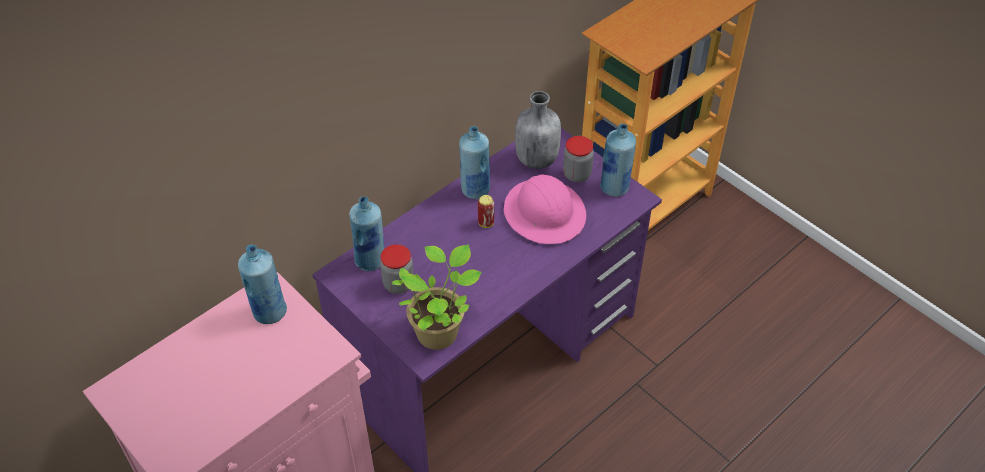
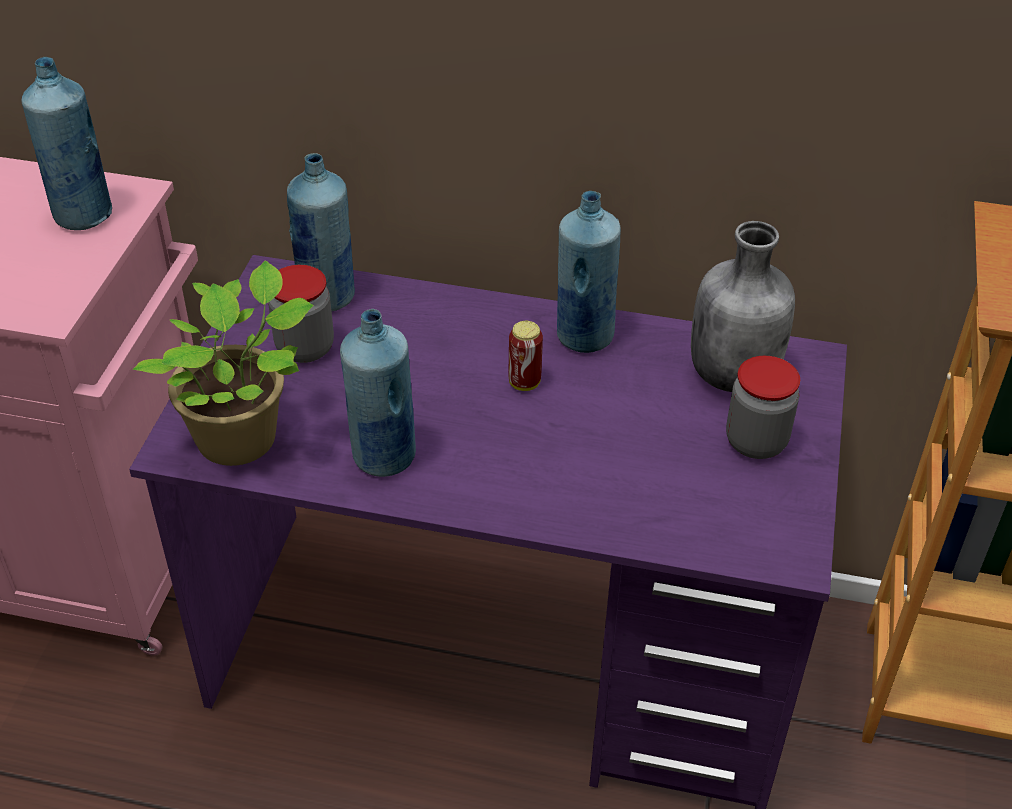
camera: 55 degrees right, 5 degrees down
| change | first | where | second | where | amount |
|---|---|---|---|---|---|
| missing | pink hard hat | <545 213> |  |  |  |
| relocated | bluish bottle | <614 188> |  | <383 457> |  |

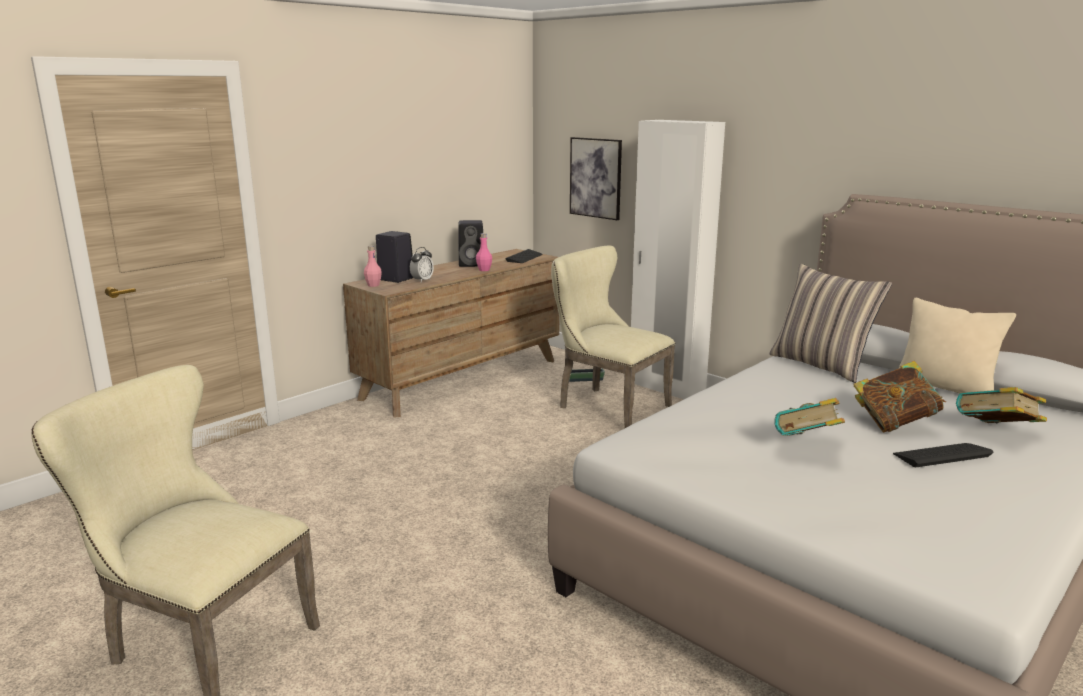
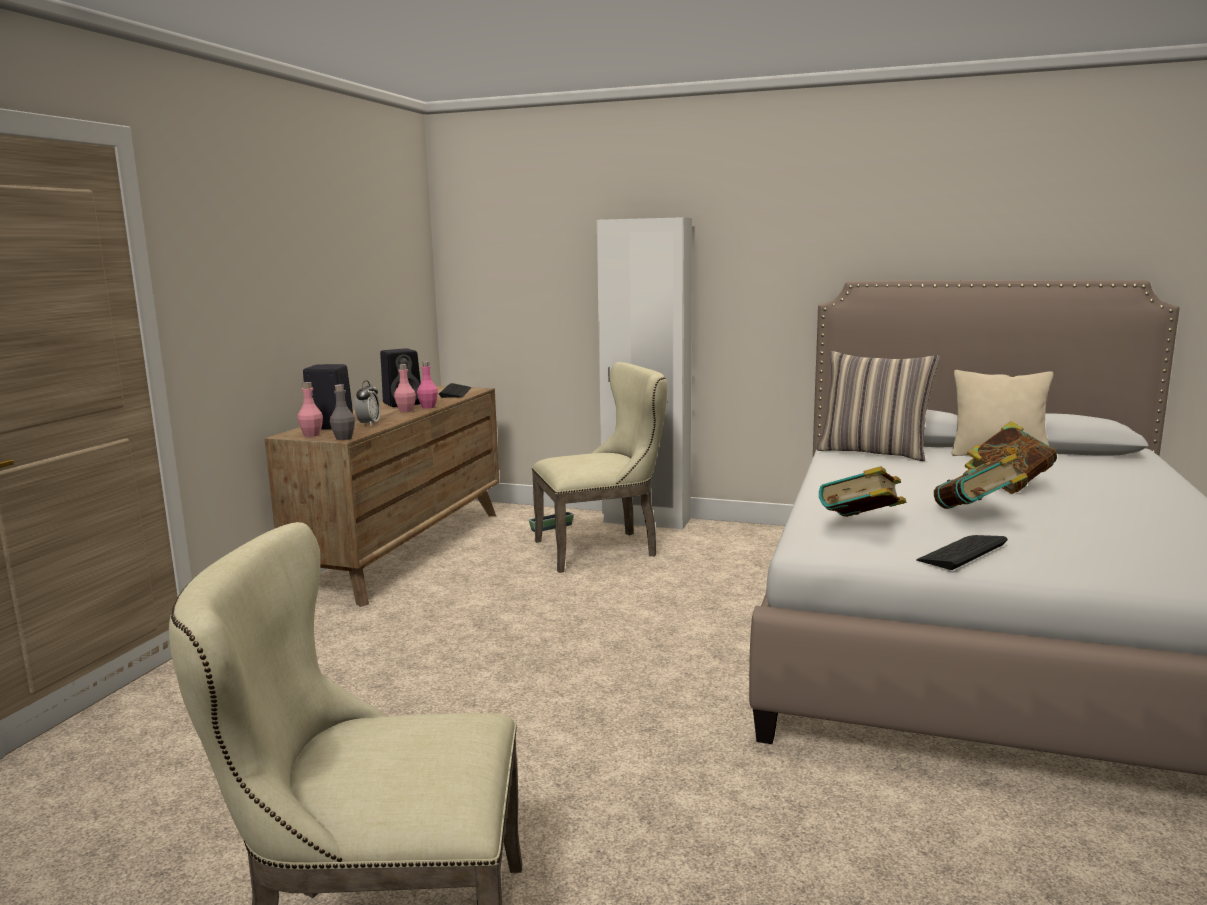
camera: 25 degrees left, 5 degrees down
| change | first | where | second | where | amount |
|---|---|---|---|---|---|
| missing | wall picture | <595 178> |  |  |  |
| appeared |  |  | greyish bottle | <344 438> |  |
| appeared |  |  | pink bottle | <406 411> |  |
| relocated | computer keyboard | <941 455> |  | <962 552> |  |
| relocated | bound book | <995 433> |  | <861 526> |  |
| spun | beige-coloured chair | <606 406> |  | <603 548> | 150 degrees clockwise |

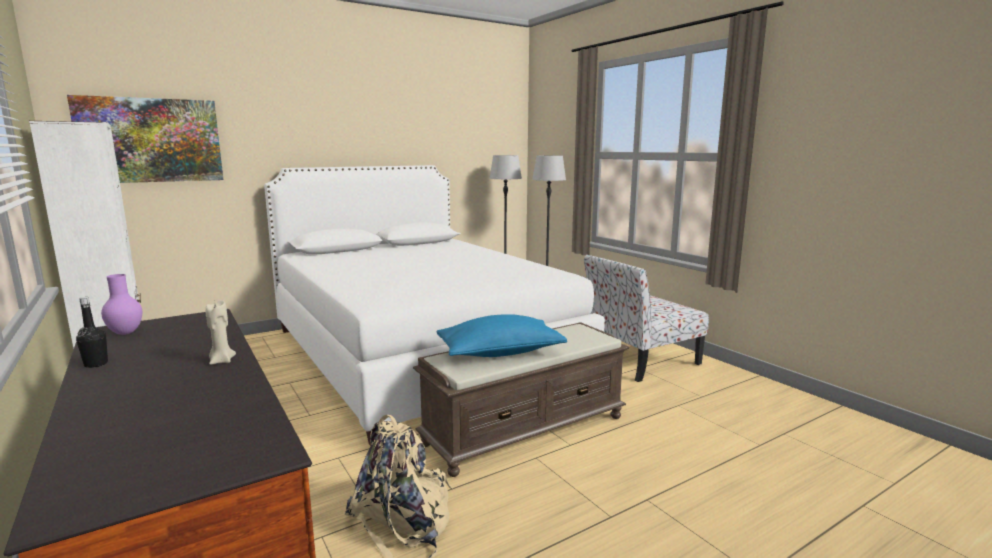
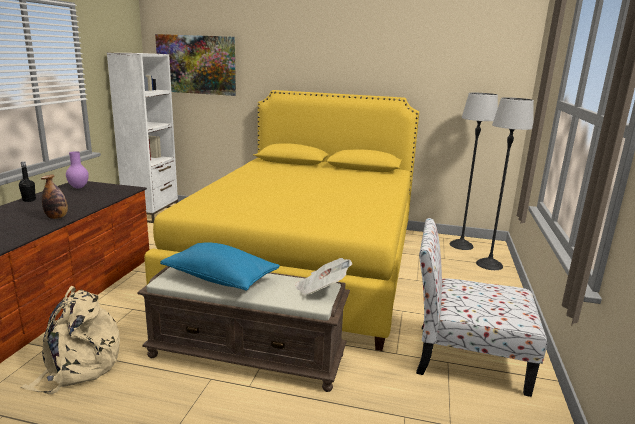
camera: 45 degrees right, 5 degrees up
| change | first | where | second | where | amount |
|---|---|---|---|---|---|
| appeared |  |  | newspaper | <321 289> |  |
| exchanged | beige-coloured wax candle | <221 361> | bottle | <57 217> |  |
| colour | white bed | <420 353> | yellow-coloured bed | <305 263> |  |

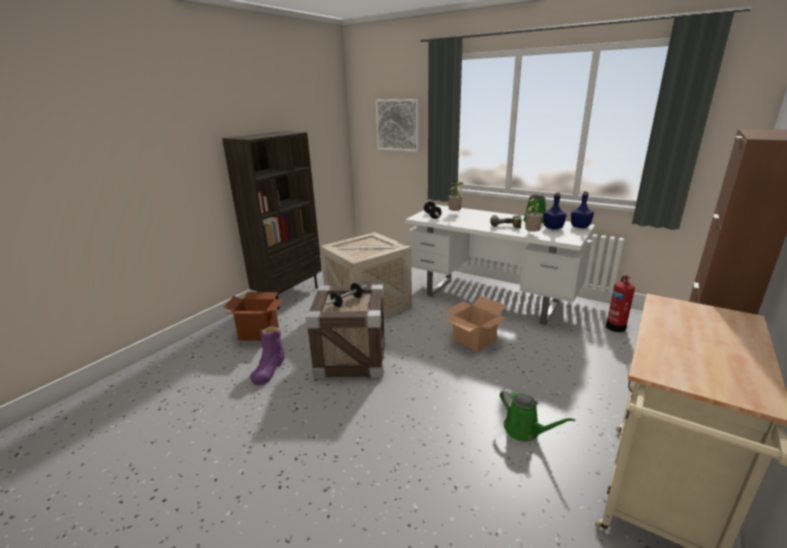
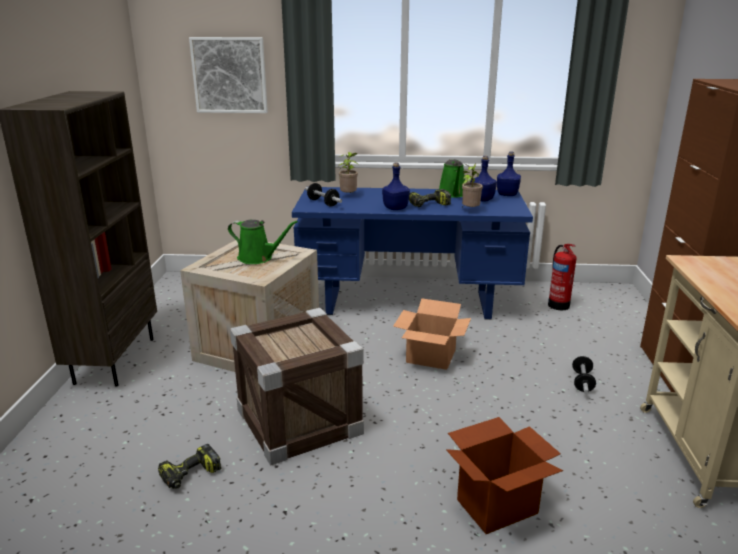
camera: 30 degrees left, 0 degrees up
| change | first | where | second | where | amount |
|---|---|---|---|---|---|
| appeared |  |  | bluish bottle | <395 208> |  |
| relocated | cardboard box | <259 333> |  | <497 506> |  |
| relocated | dumbbell | <347 301> |  | <582 382> |  |
| relocated | green-coloured watering pot | <524 430> |  | <258 258> |  |
| exchanged | purple high-top boot | <269 369> | electric drill | <190 475> |  |
| colour | white desk | <491 299> | bluish desk | <408 303> |  |

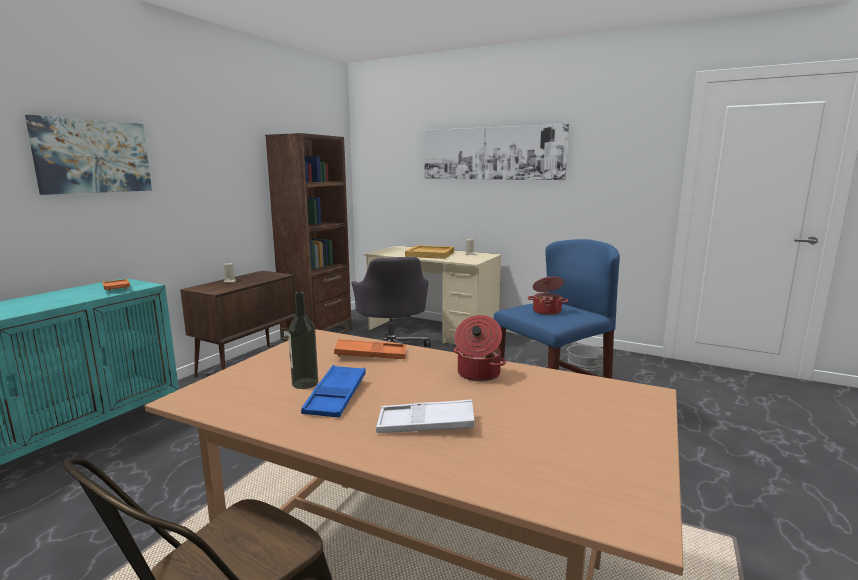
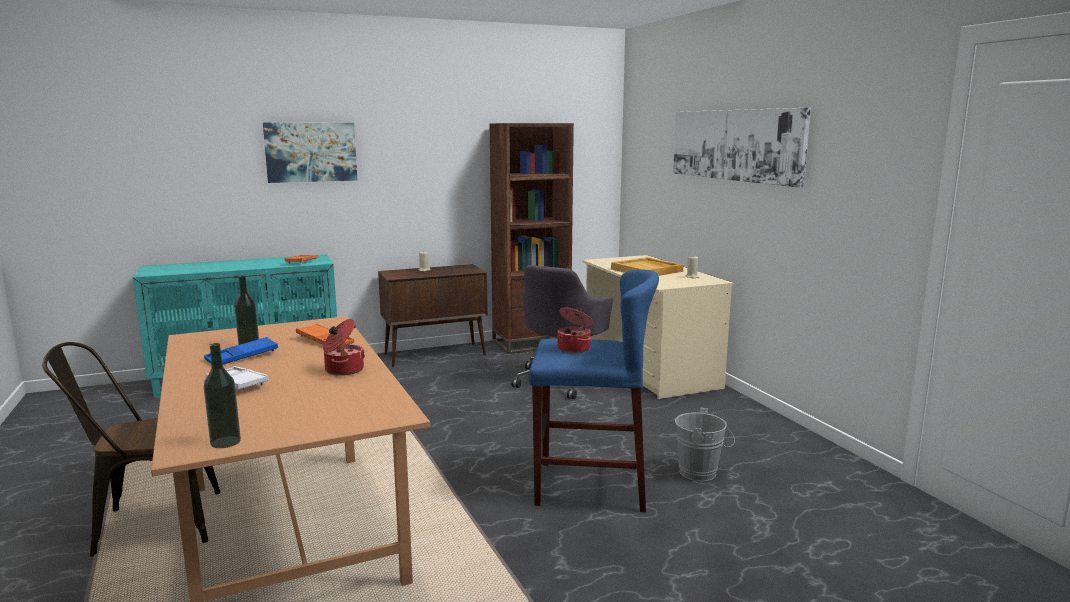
camera: 40 degrees right, 0 degrees up
| change | first | where | second | where | amount |
|---|---|---|---|---|---|
| appeared |  |  | bottle | <225 442> |  |

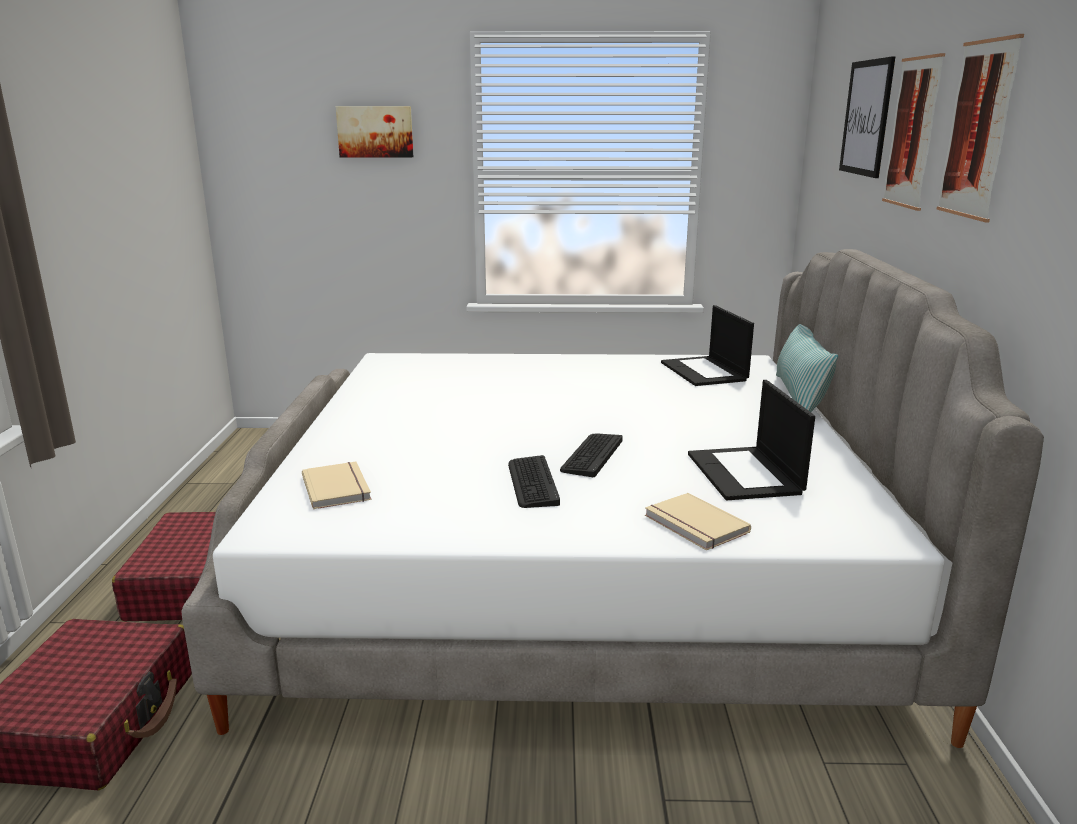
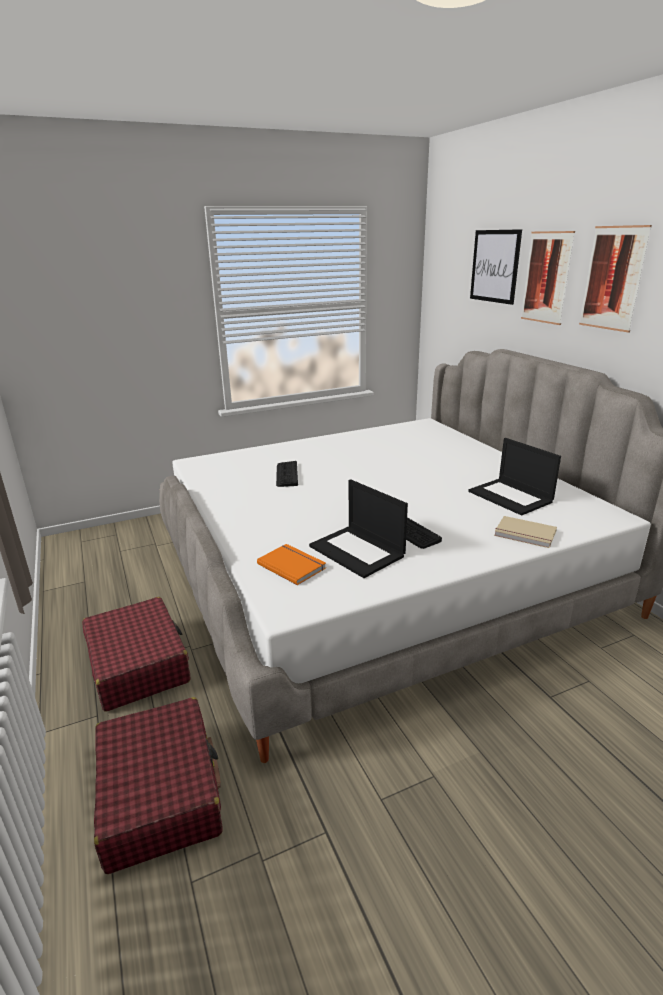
camera: 25 degrees left, 5 degrees up
| change | first | where | second | where | amount |
|---|---|---|---|---|---|
| missing | wall picture | <375 131> |  |  |  |
| missing | pillow | <799 397> |  |  |  |
| relocated | computer keyboard | <592 455> |  | <287 474> |  |
| relocated | portable computer | <705 372> |  | <358 551> |  |
| colour | beige-coloured bound book | <338 487> | orange bound book | <292 565> |  |

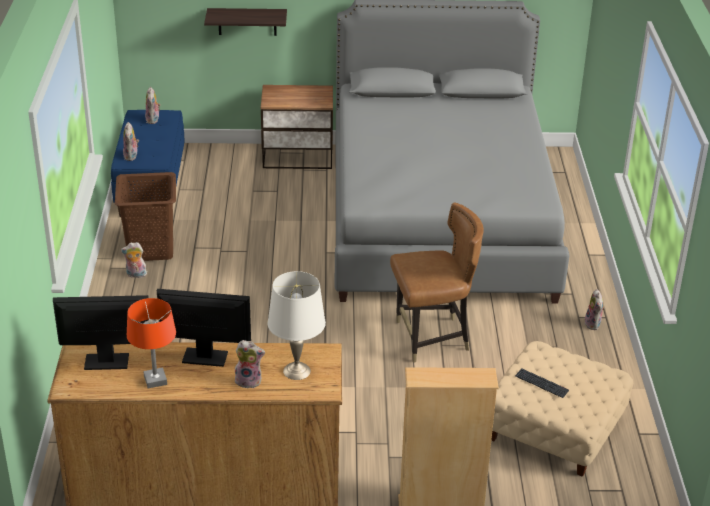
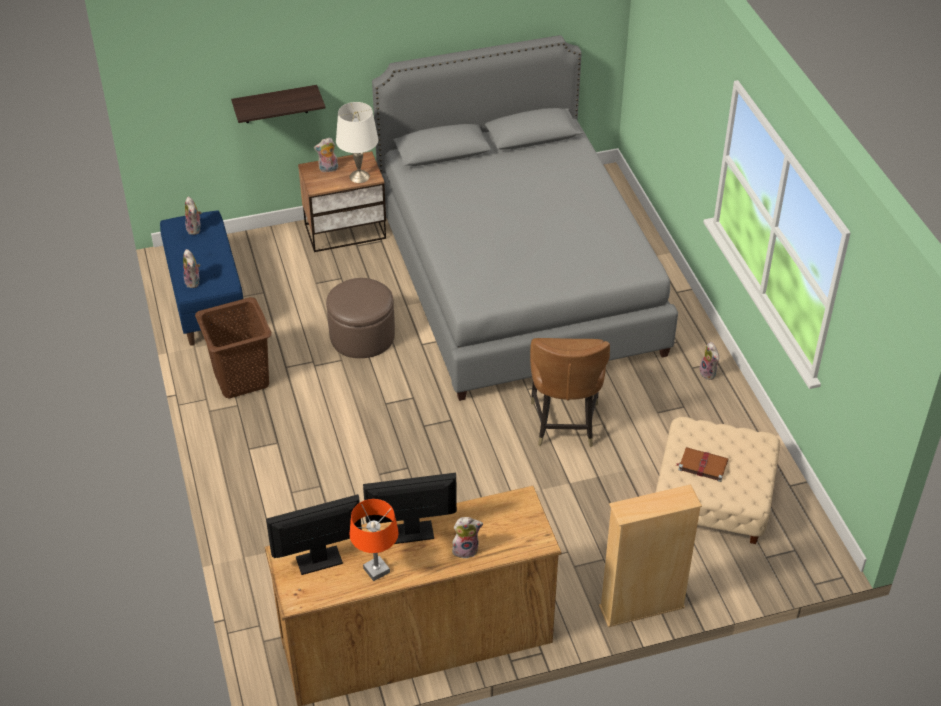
camera: 15 degrees left, 10 degrees up
| change | first | where | second | where | amount |
|---|---|---|---|---|---|
| appeared |  |  | brownish pouffe | <362 336> |  |
| relocated | cuddly toy | <135 275> |  | <328 169> |  |
| relocated | white lamp for a table | <297 371> |  | <359 177> |  |
| exchanged | computer keyboard | <541 384> | brownish bound book | <702 465> |  |
| spun | brownish chair | <432 338> |  | <564 423> | 120 degrees clockwise |

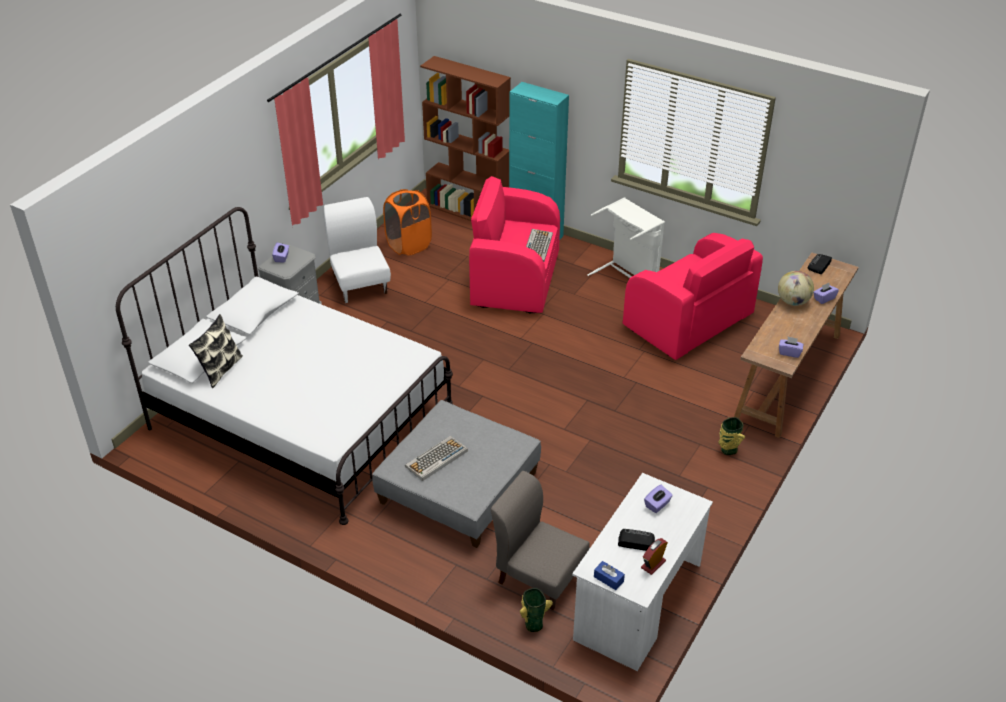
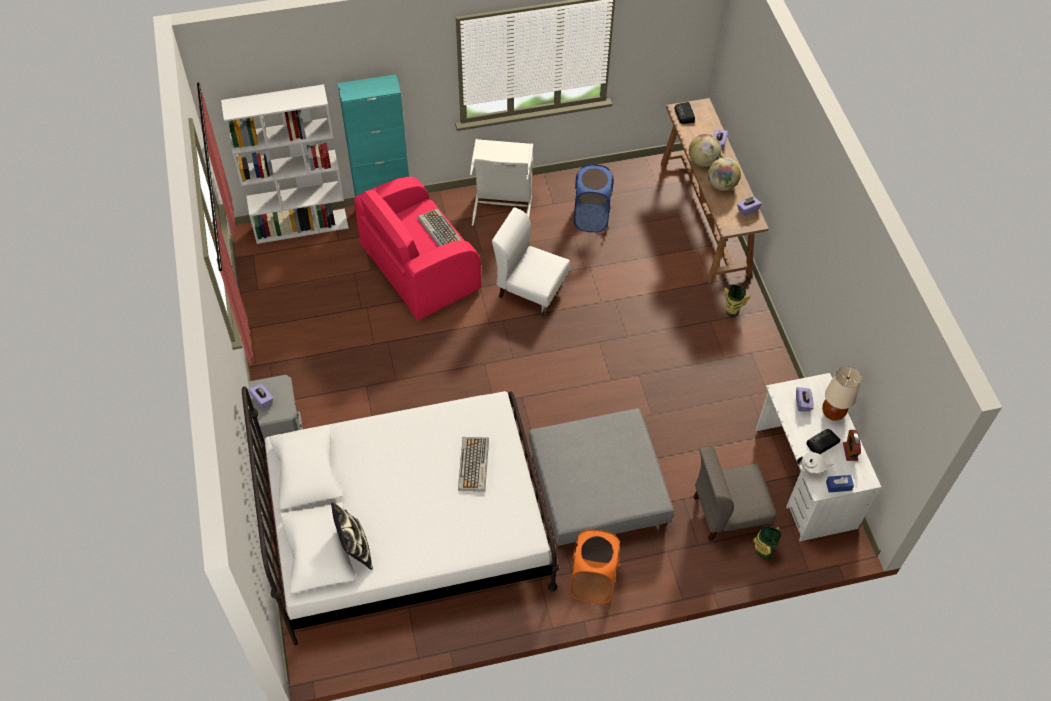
camera: 45 degrees left, 15 degrees up
| change | first | where | second | where | amount |
|---|---|---|---|---|---|
| appeared |  |  | desk globe | <721 185> |  |
| appeared |  |  | white tea pot | <811 469> |  |
| appeared |  |  | beige-coloured lamp for a table | <832 413> |  |
| relocated | white chair | <360 284> |  | <530 289> |  |
| relocated | orange hamper | <409 245> |  | <592 581> |  |
| relocated | computer keyboard | <436 459> |  | <474 465> |  |
| exchanged | pink lounge chair | <688 322> | bluish hamper | <591 218> |  |
| colour | brownish bookcase | <469 212> | white bookcase | <301 226> |  |

